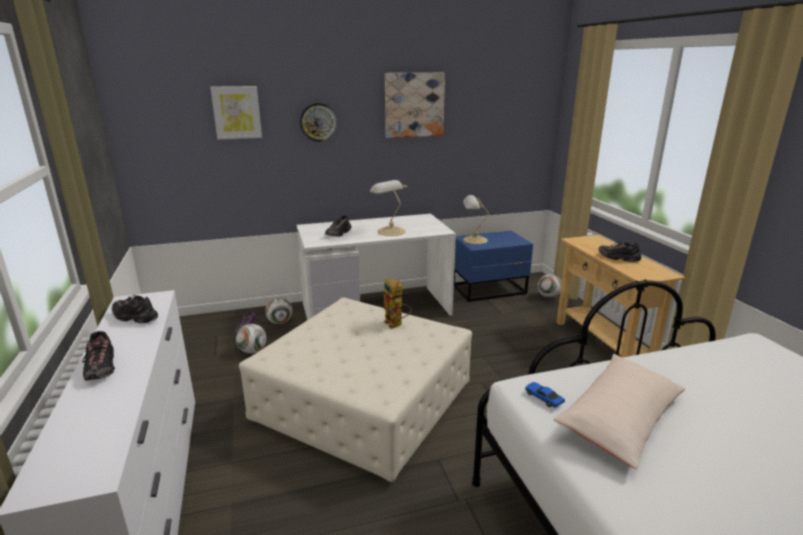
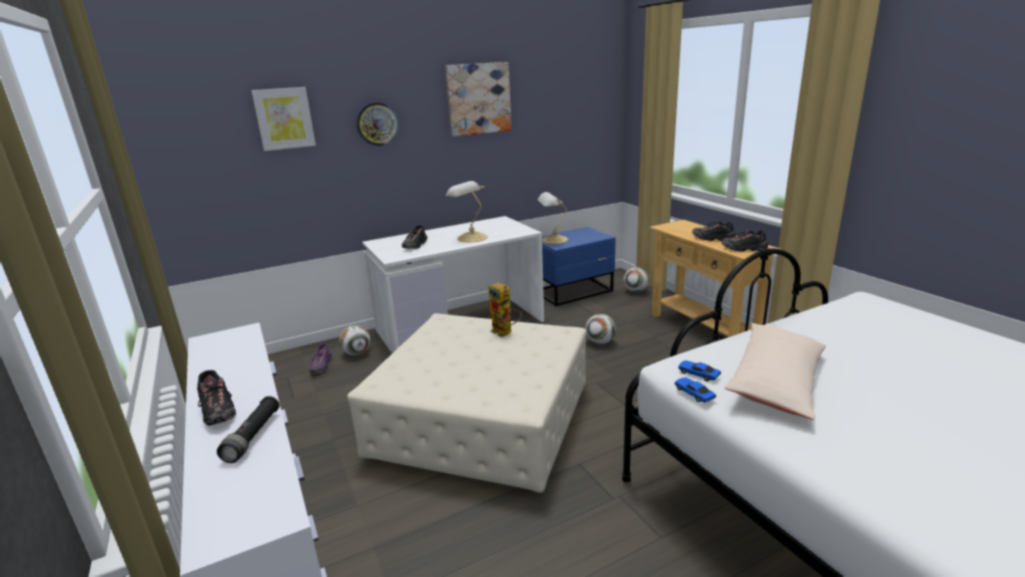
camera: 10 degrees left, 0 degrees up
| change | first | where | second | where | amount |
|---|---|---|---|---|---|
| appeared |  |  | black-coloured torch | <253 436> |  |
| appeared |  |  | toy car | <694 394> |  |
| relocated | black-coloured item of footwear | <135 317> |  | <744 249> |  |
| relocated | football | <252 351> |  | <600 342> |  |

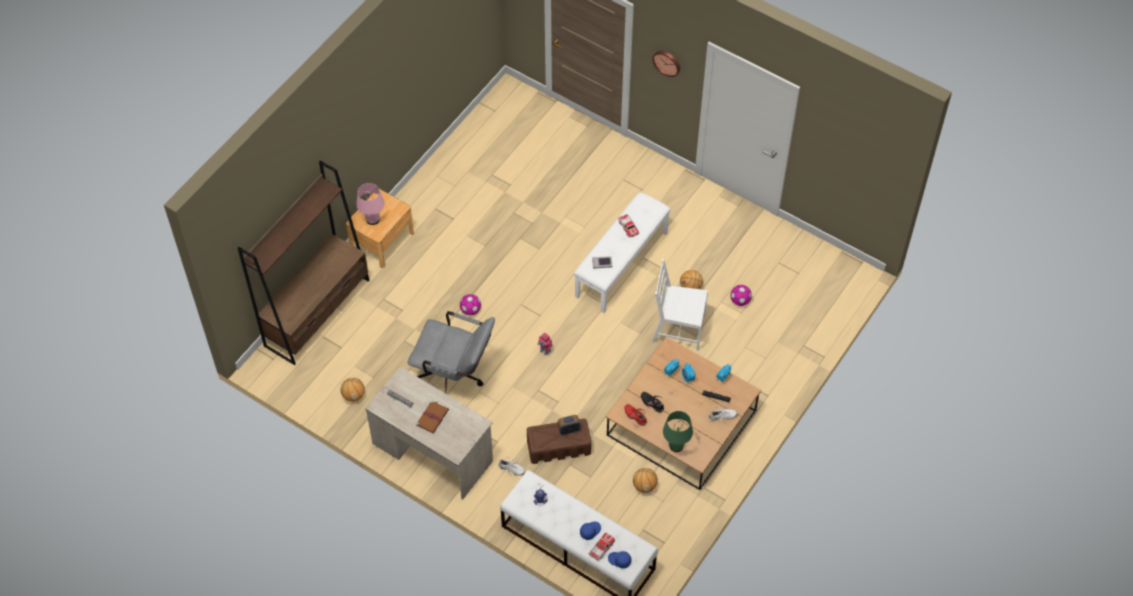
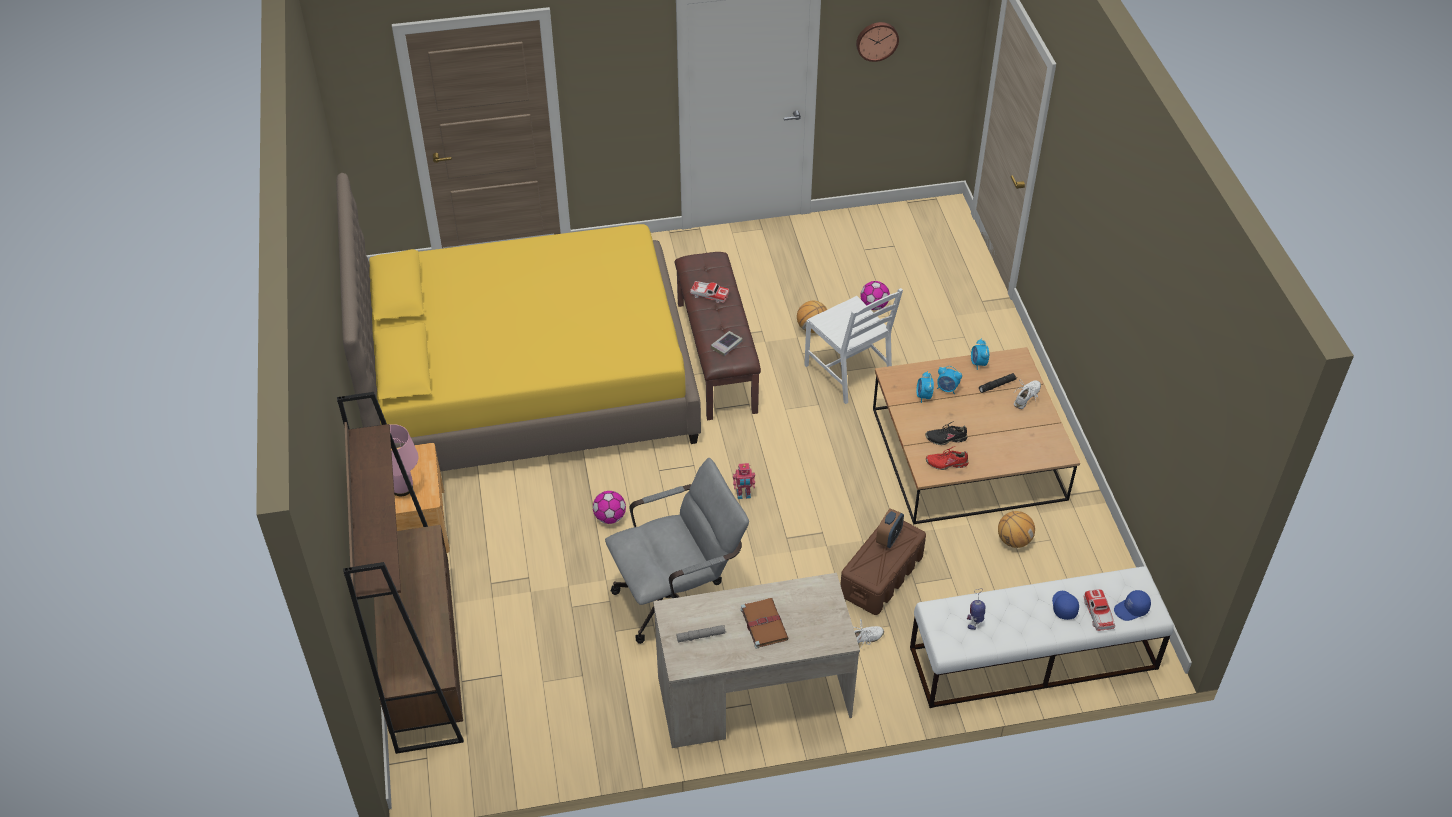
camera: 45 degrees left, 10 degrees down
| change | first | where | second | where | amount |
|---|---|---|---|---|---|
| missing | basketball | <353 395> |  |  |  |
| missing | green-coloured lamp for a table | <675 446> |  |  |  |
| appeared |  |  | yellow-coloured bed | <528 382> |  |
| relocated | wall clock | <667 62> |  | <876 40> |  |
| colour | white bench | <621 264> | brownish bench | <715 356> |  |
| spun | white chair | <678 328> |  | <849 372> | 90 degrees counterclockwise |

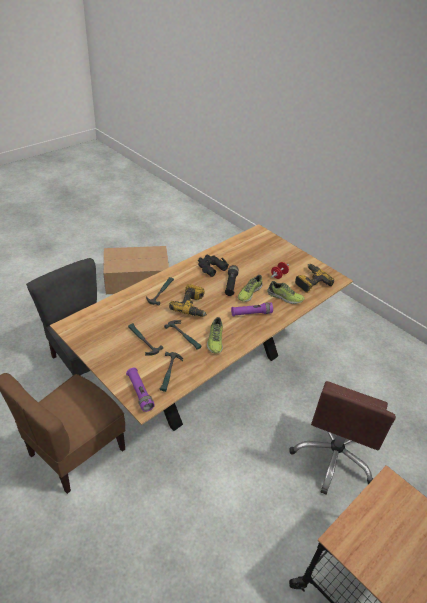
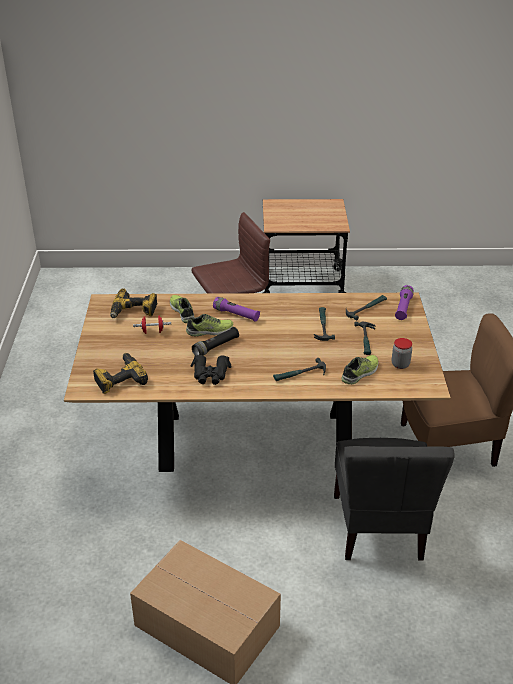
camera: 135 degrees left, 5 degrees down
| change | first | where | second | where | amount |
|---|---|---|---|---|---|
| appeared |  |  | preserve jar | <400 364> |  |
| relocated | electric drill | <192 306> |  | <119 379> |  |
| relocated | item of footwear | <215 340> |  | <360 373> |  |

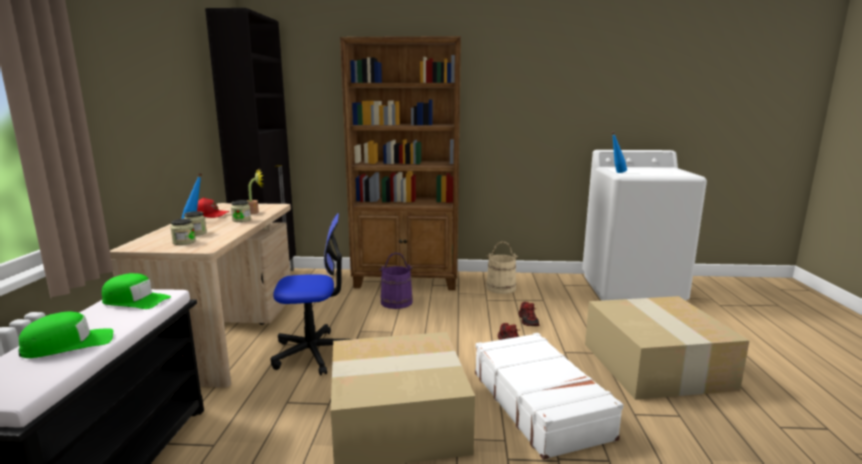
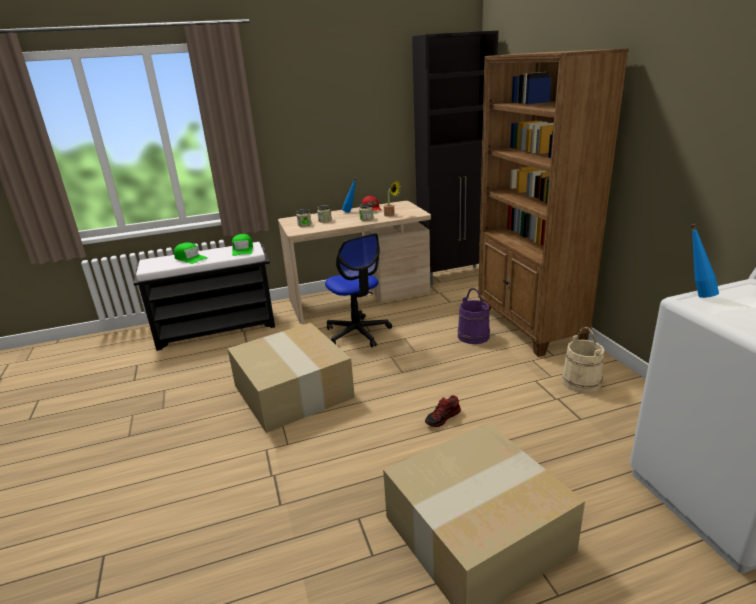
camera: 70 degrees right, 10 degrees up
| change | first | where | second | where | amount |
|---|---|---|---|---|---|
| missing | white piece of luggage | <540 403> |  |  |  |
| missing | item of footwear | <528 321> |  |  |  |

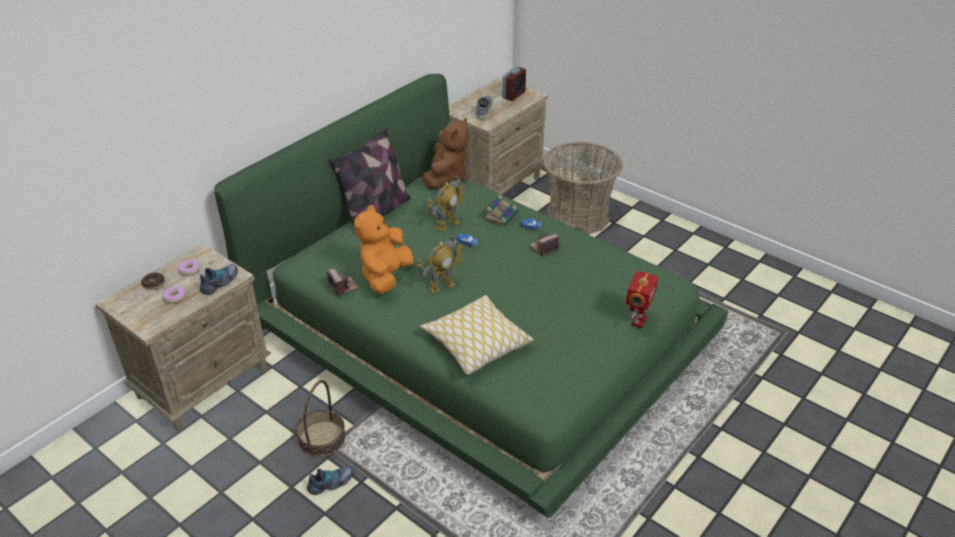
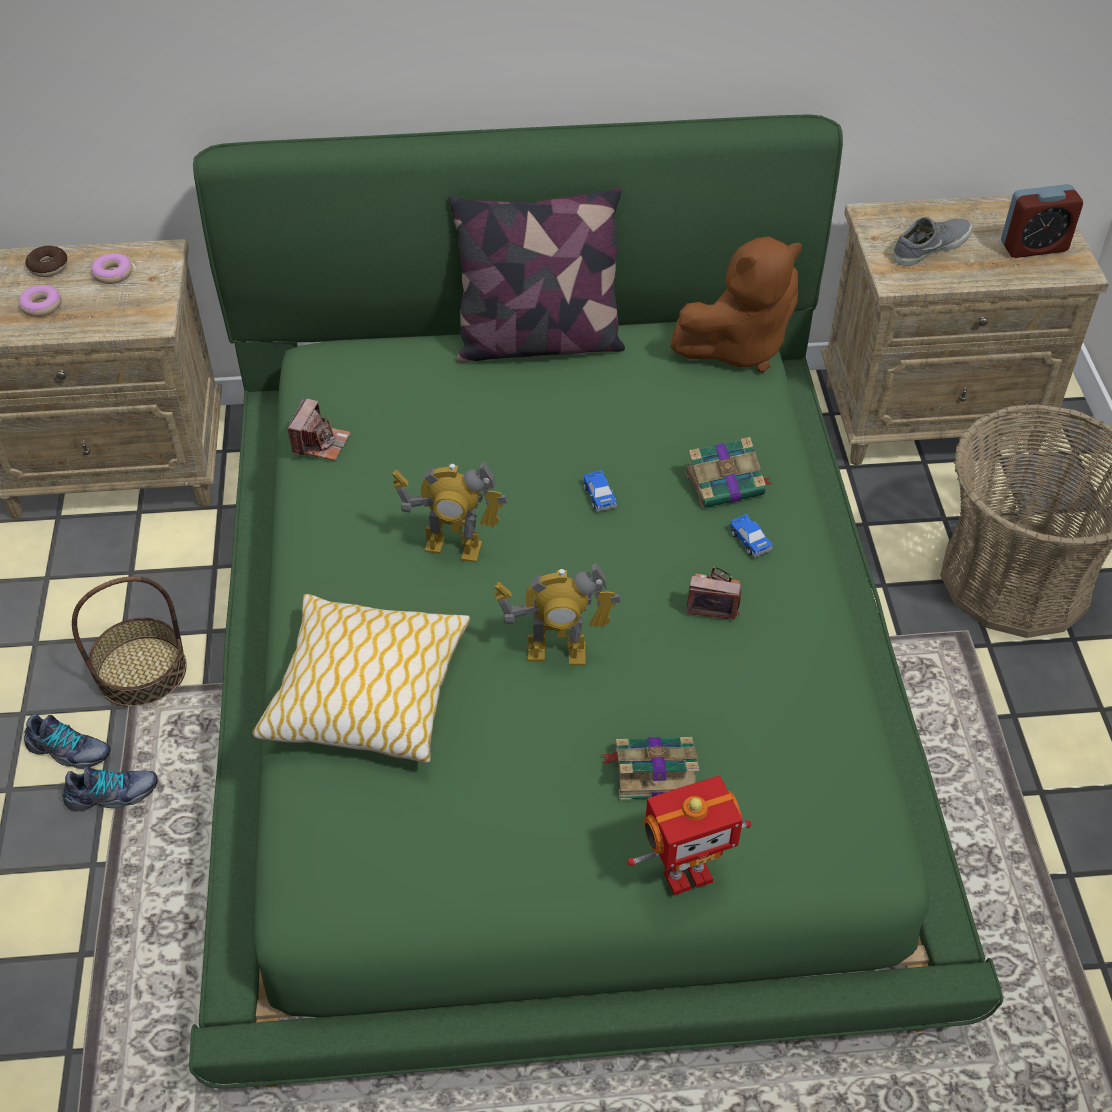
camera: 45 degrees right, 10 degrees up
| change | first | where | second | where | amount |
|---|---|---|---|---|---|
| missing | orange cuddly toy | <385 277> |  |  |  |
| appeared |  |  | bound book | <652 772> |  |
| relocated | item of footwear | <220 282> |  | <112 795> |  |
| relocated | model robot | <447 225> |  | <557 653> |  |

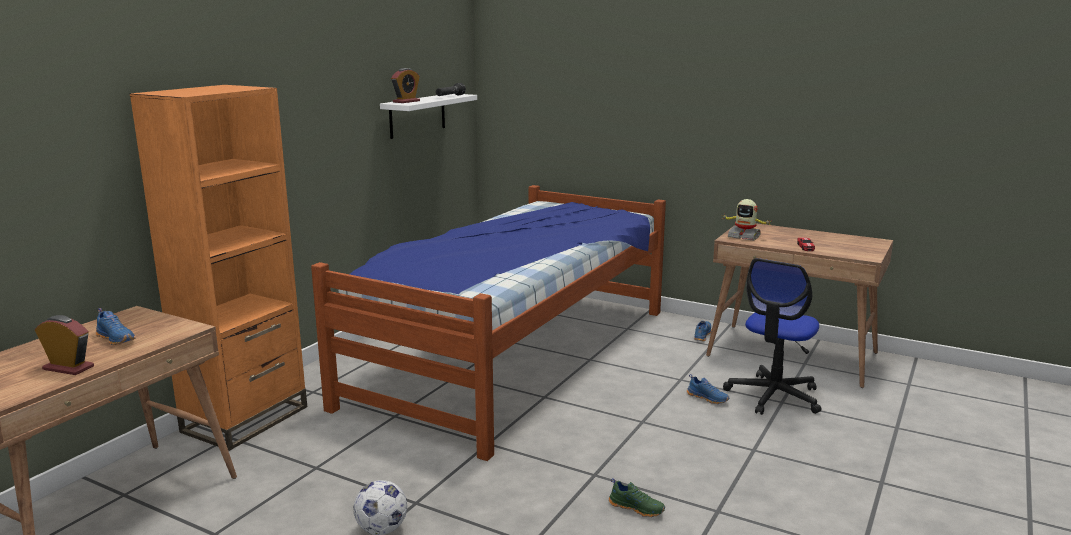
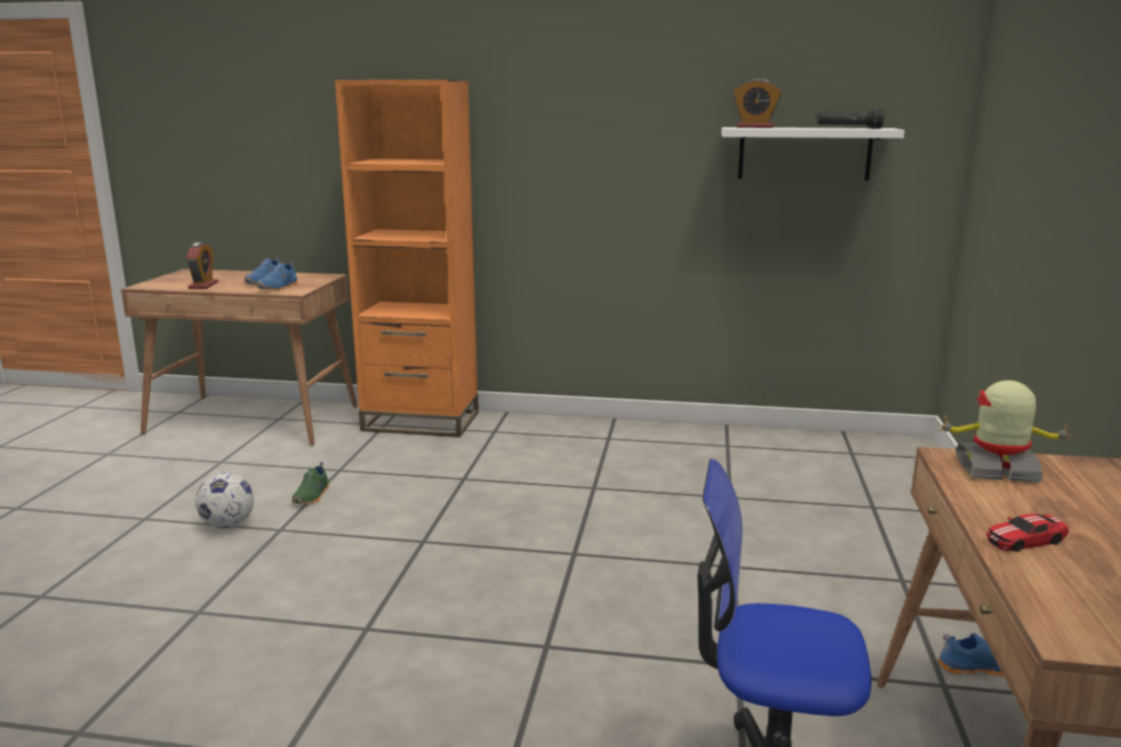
camera: 70 degrees right, 0 degrees up
| change | first | where | second | where | amount |
|---|---|---|---|---|---|
| missing | bed | <513 355> |  |  |  |
| relocated | green-coloured item of footwear | <637 508> |  | <312 496> |  |
| relocated | bluish item of footwear | <708 398> |  | <279 288> |  |
| spun | model robot | <744 236> |  | <997 470> | 90 degrees clockwise |

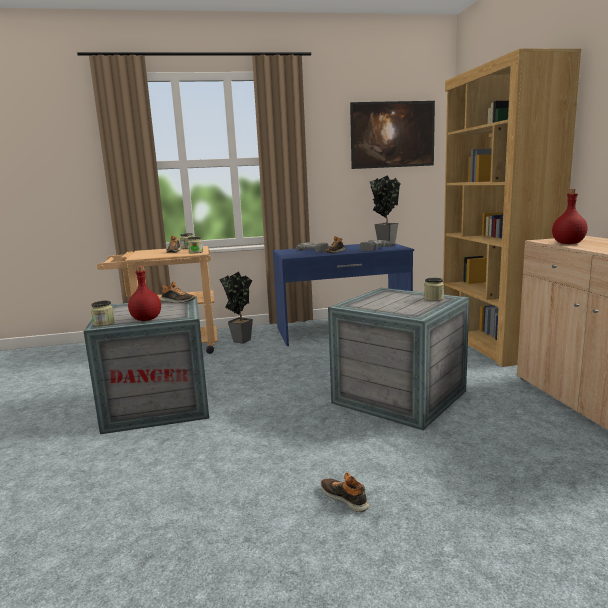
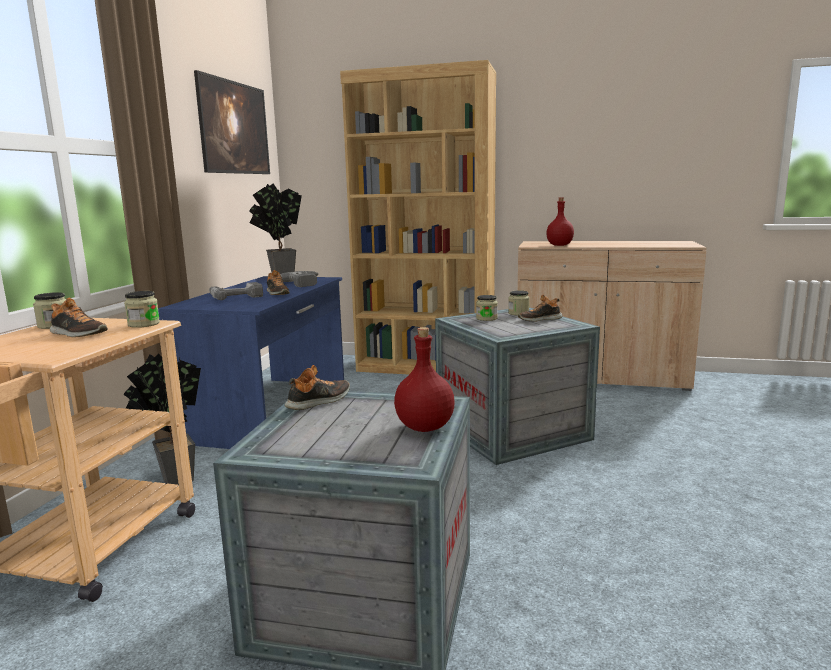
camera: 65 degrees left, 0 degrees up
| change | first | where | second | where | amount |
|---|---|---|---|---|---|
| relocated | preserve jar | <104 323> |  | <486 318> |  |
| relocated | item of footwear | <345 498> |  | <539 319> |  |

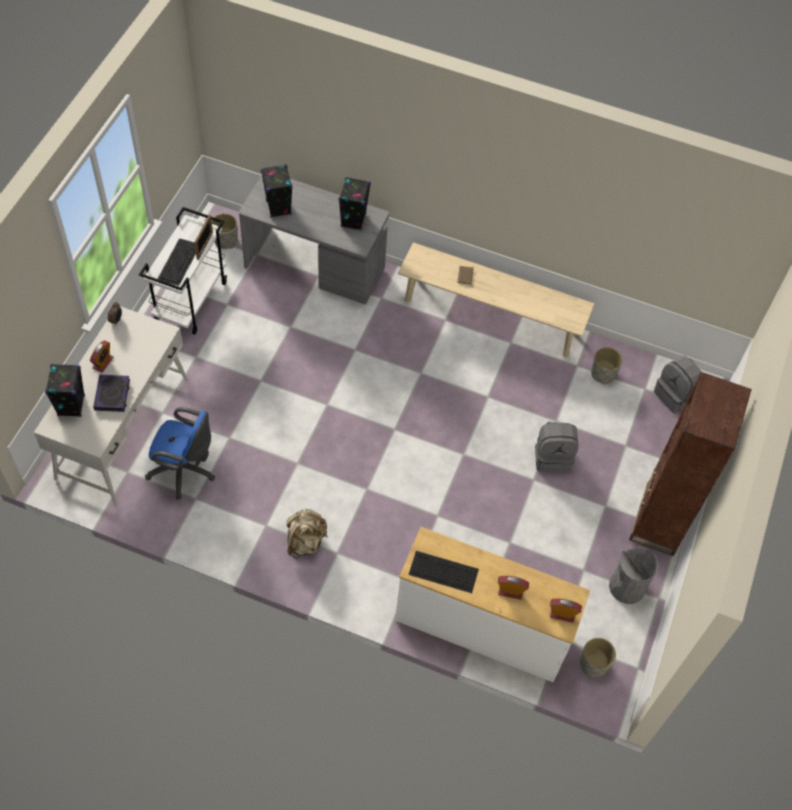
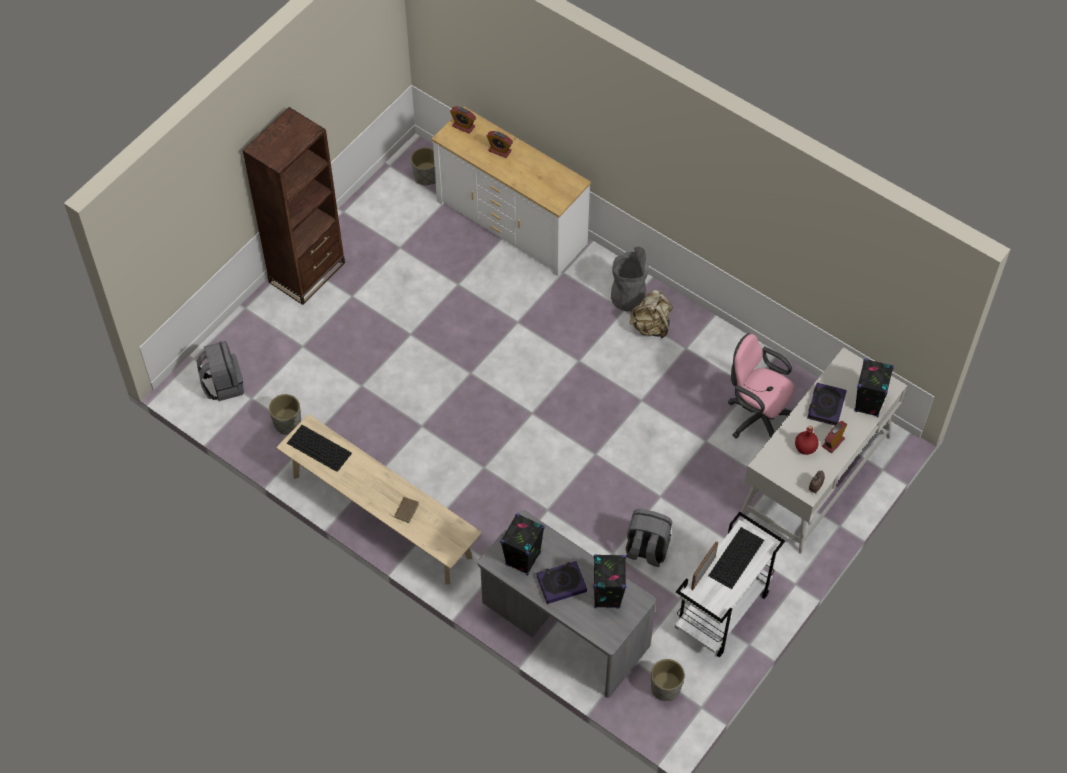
camera: 160 degrees left, 0 degrees up
| change | first | where | second | where | amount |
|---|---|---|---|---|---|
| appeared |  |  | bound book | <561 584> |  |
| appeared |  |  | red-coloured bottle | <805 447> |  |
| relocated | computer keyboard | <442 572> |  | <320 448> |  |
| relocated | greyish backpack | <552 457> |  | <646 550> |  |
| relocated | greyish rubbish bin | <627 586> |  | <628 297> |  |
| colour | bluish desk chair | <185 471> | pink desk chair | <756 416> |  |

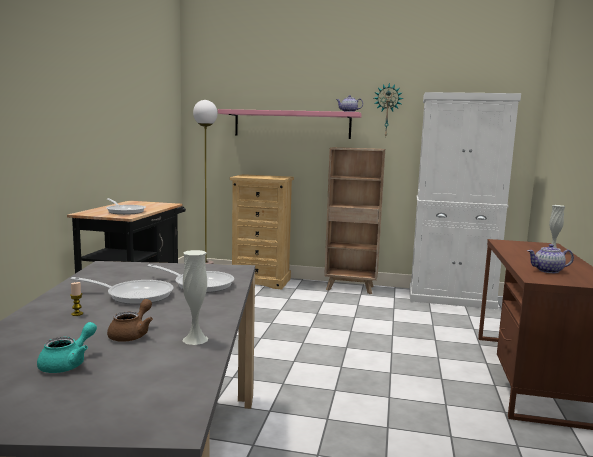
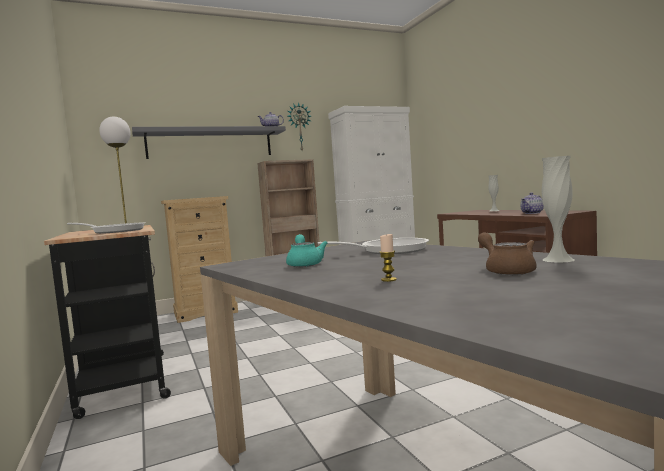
camera: 35 degrees left, 5 degrees down
| change | first | where | second | where | amount |
|---|---|---|---|---|---|
| missing | skillet | <135 295> |  |  |  |
| relocated | blue-green tea pot | <68 363> |  | <305 264> |  |
| colour | pink wall shelf | <292 124> | greyish wall shelf | <210 144> |  |

